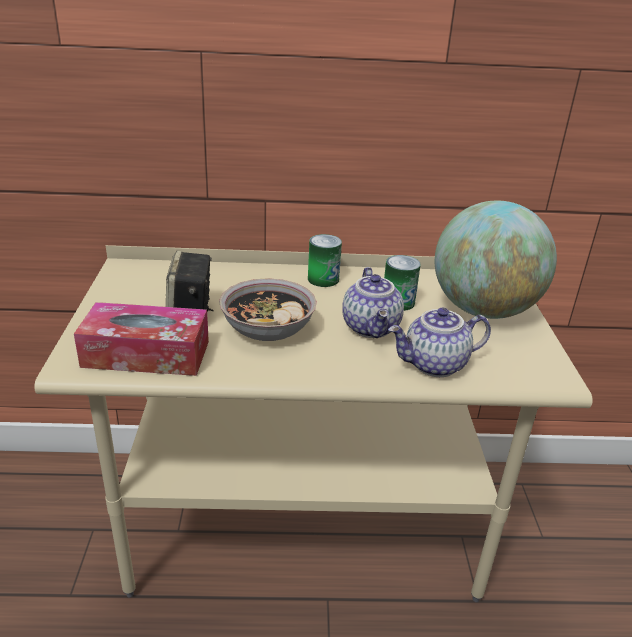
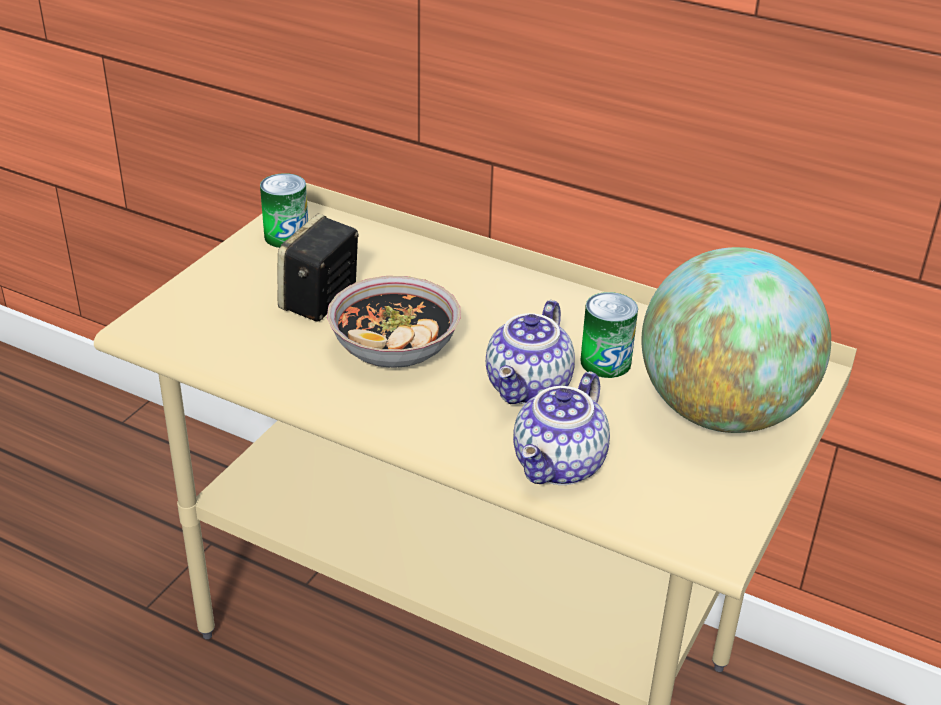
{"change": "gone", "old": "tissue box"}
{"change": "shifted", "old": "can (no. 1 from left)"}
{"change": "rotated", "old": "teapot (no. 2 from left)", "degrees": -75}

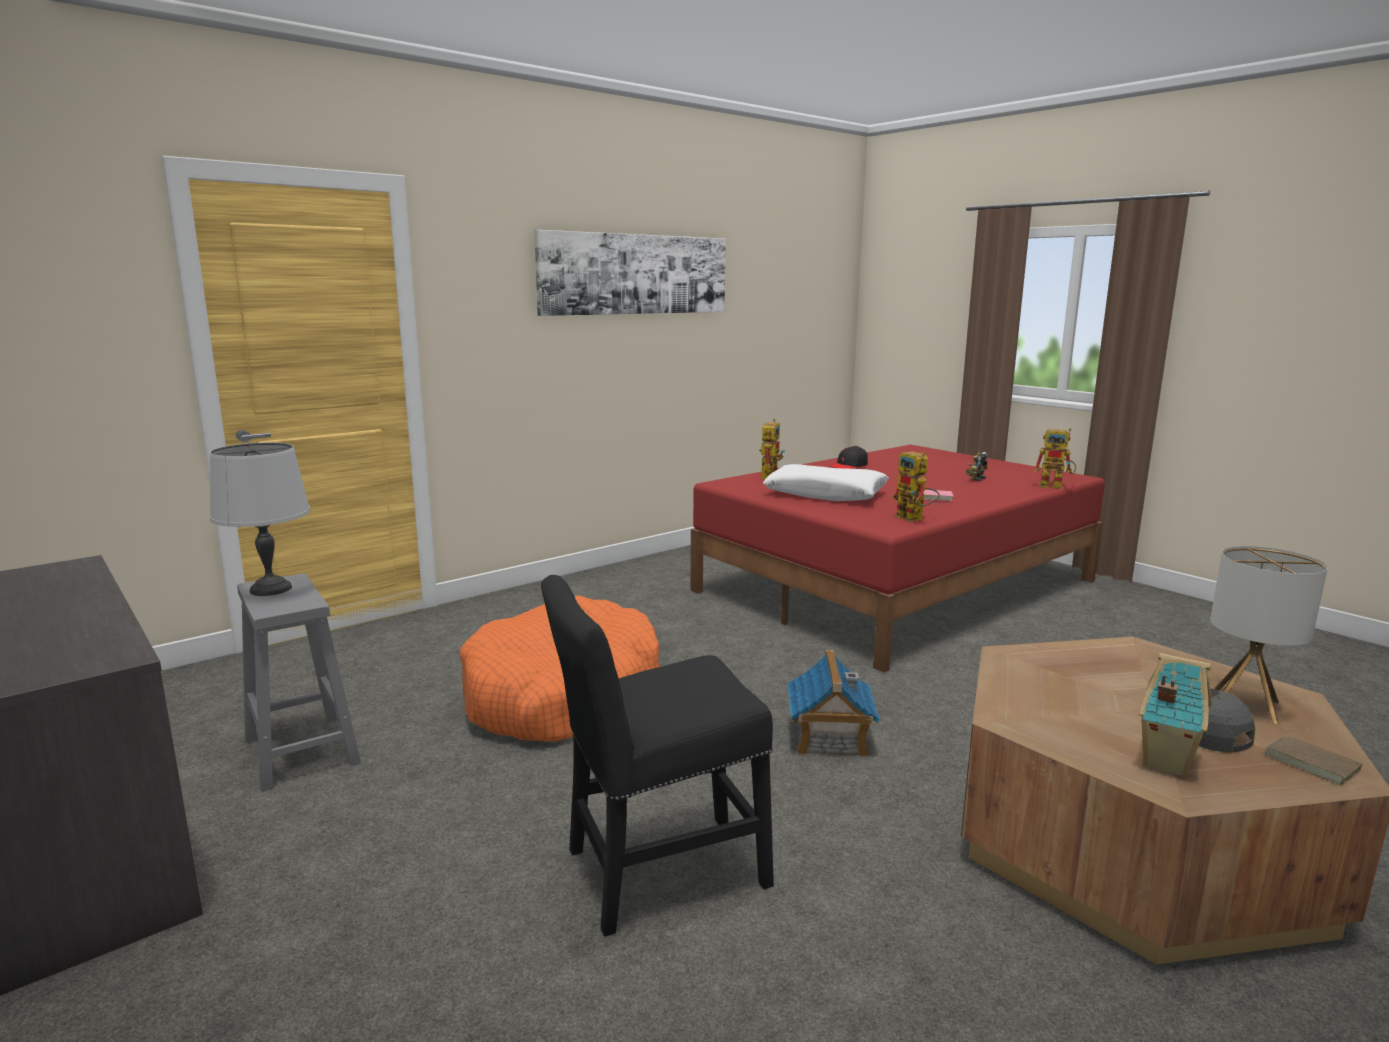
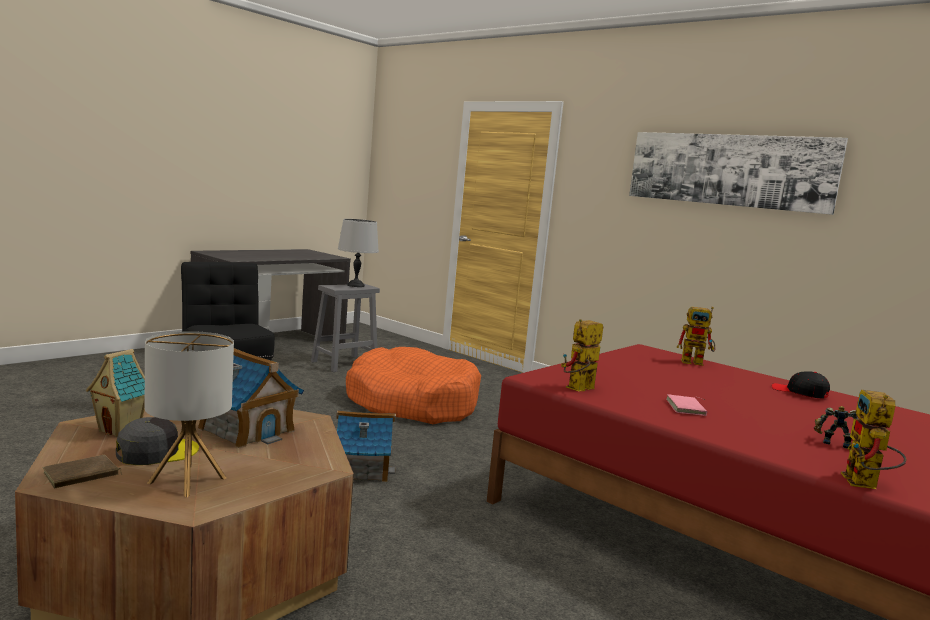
{"change": "gone", "old": "pillow (white)"}
{"change": "new", "new": "toy house (no. 2 from left)"}

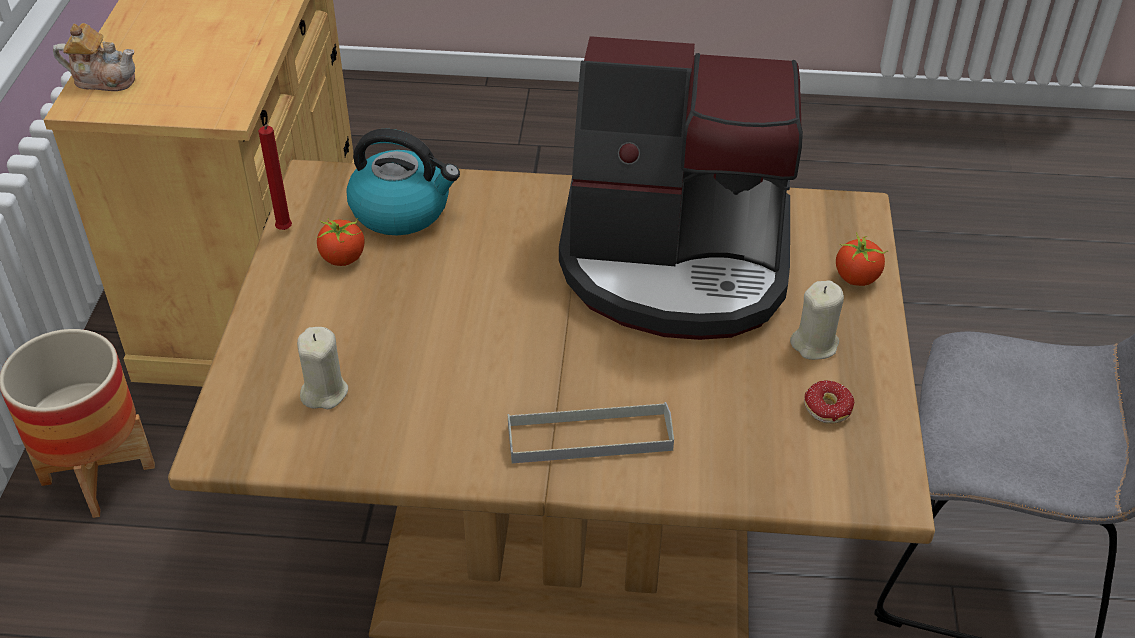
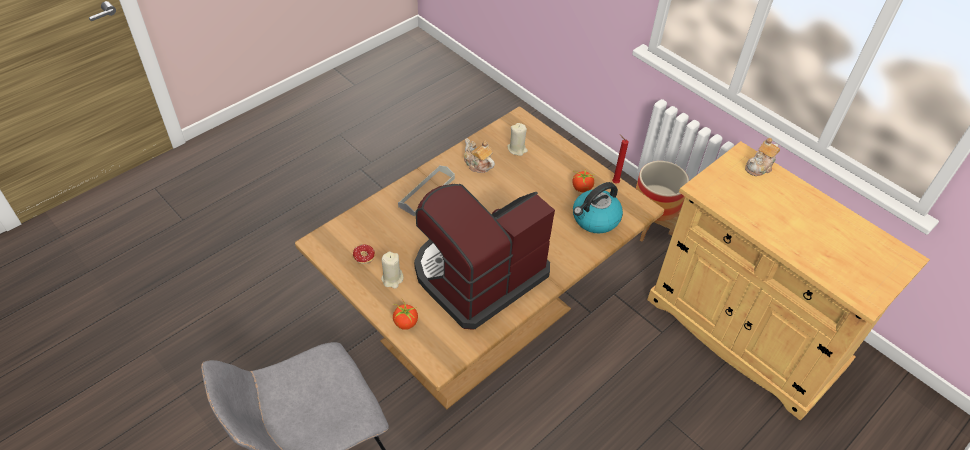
{"change": "new", "new": "teapot (no. 1 from left)"}

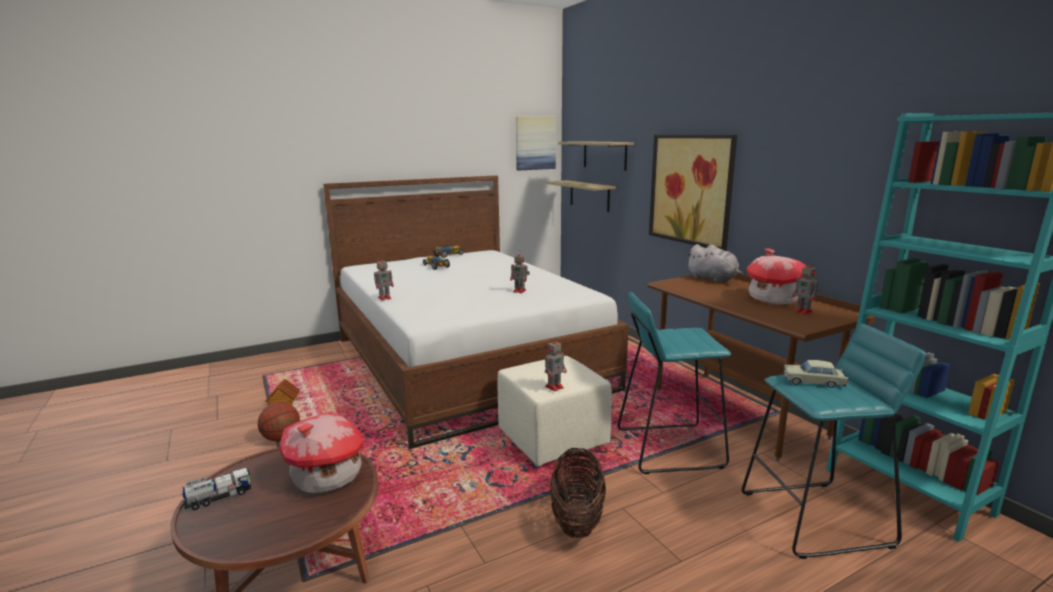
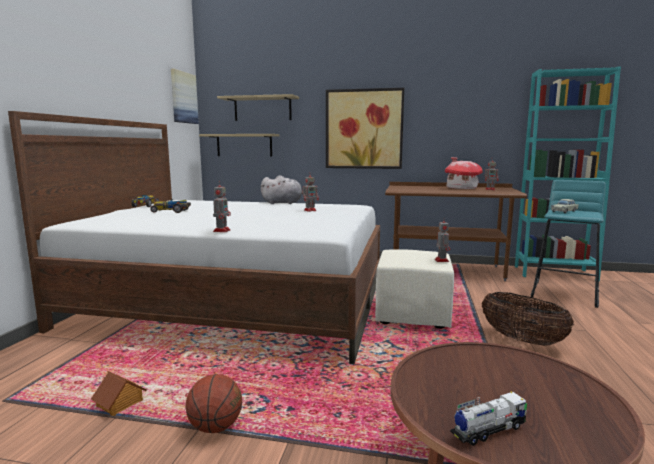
{"change": "rotated", "old": "toy truck", "degrees": 60}
{"change": "gone", "old": "toy house (no. 2 from left)"}
{"change": "gone", "old": "stool (turquoise) (no. 1 from left)"}
{"change": "shifted", "old": "plush toy (grey)"}

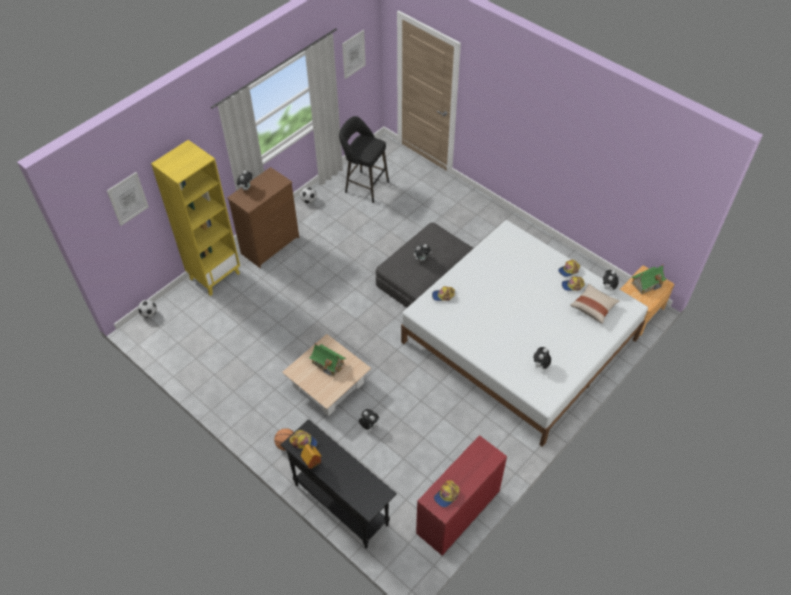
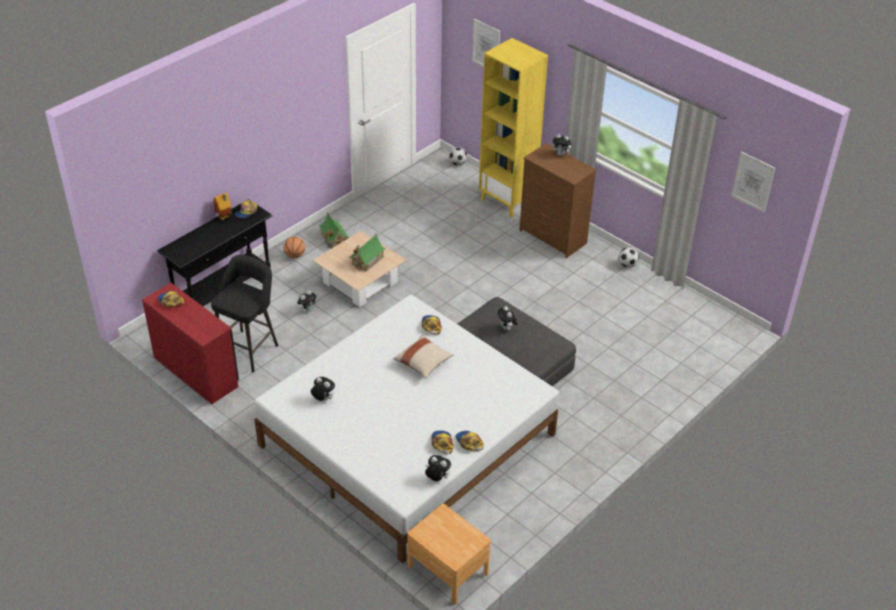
{"change": "shifted", "old": "stool (black)"}
{"change": "shifted", "old": "pillow (beige)"}
{"change": "shifted", "old": "toy house (no. 3 from left in the first image)", "new": "toy house (no. 2 from left)"}

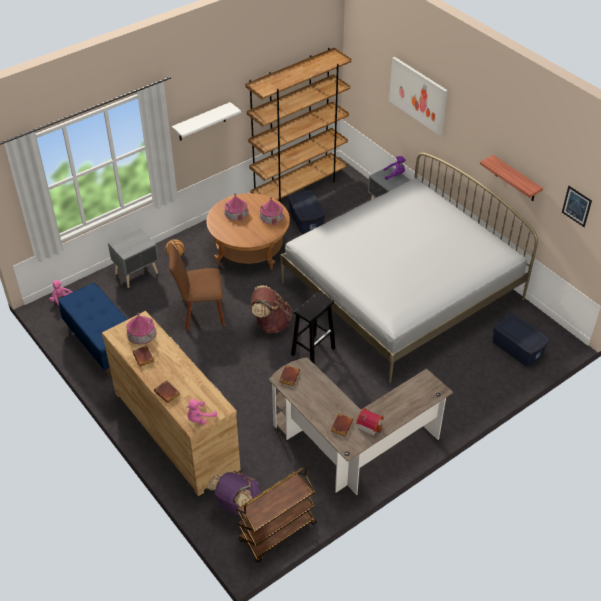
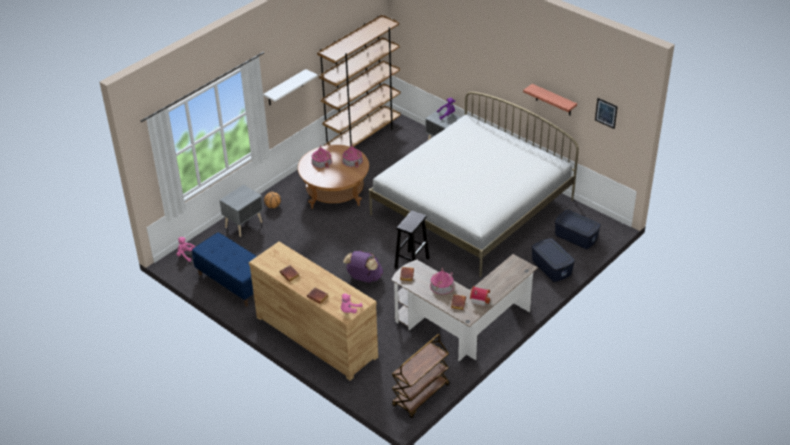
{"change": "shifted", "old": "toy house (no. 1 from left in the first image)", "new": "toy house (no. 3 from left)"}
{"change": "gone", "old": "chair (brown)"}
{"change": "shifted", "old": "backpack (purple)"}
{"change": "gone", "old": "backpack (brown)"}
{"change": "shifted", "old": "storage box (blue) (no. 1 from left)"}
{"change": "gone", "old": "picture (no. 1 from left)"}

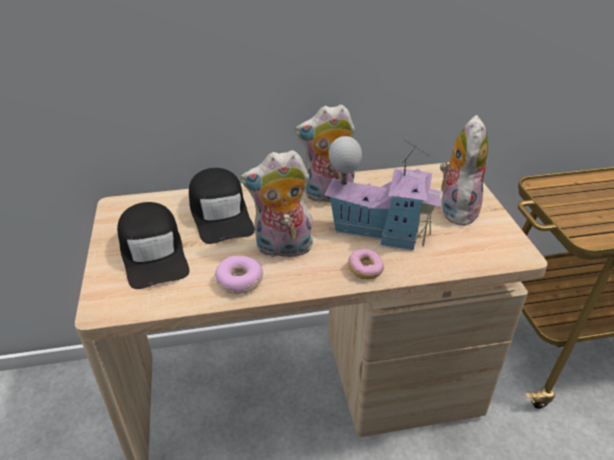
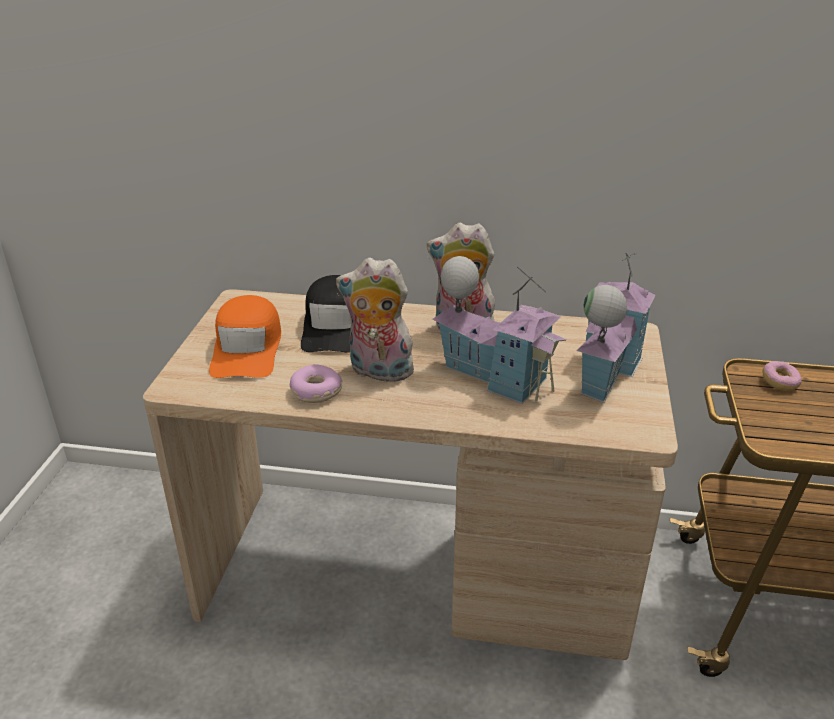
{"change": "repainted", "old": "cap (black) (no. 1 from left)", "new": "cap (orange)"}
{"change": "shifted", "old": "donut (no. 2 from left)"}
{"change": "swapped", "old": "plush toy (no. 3 from left)", "new": "toy house (no. 2 from left)"}

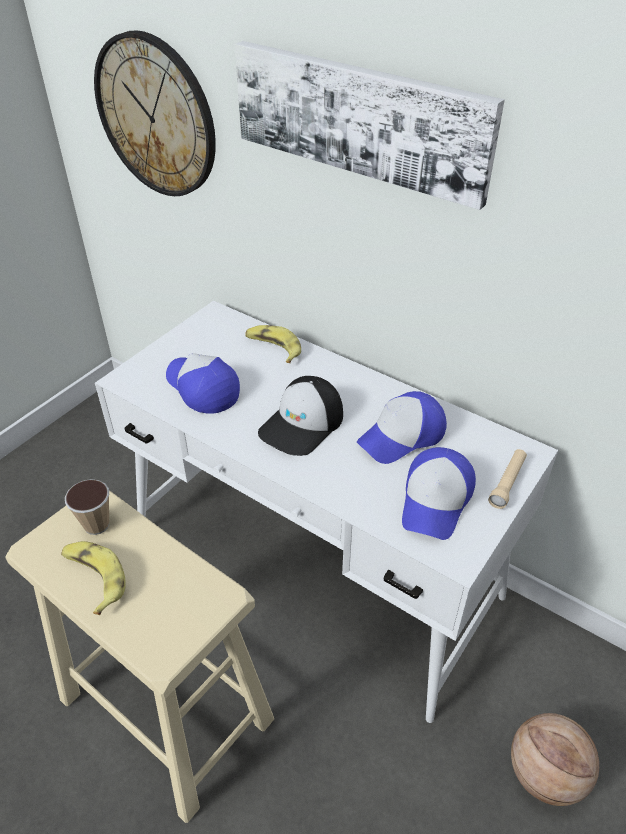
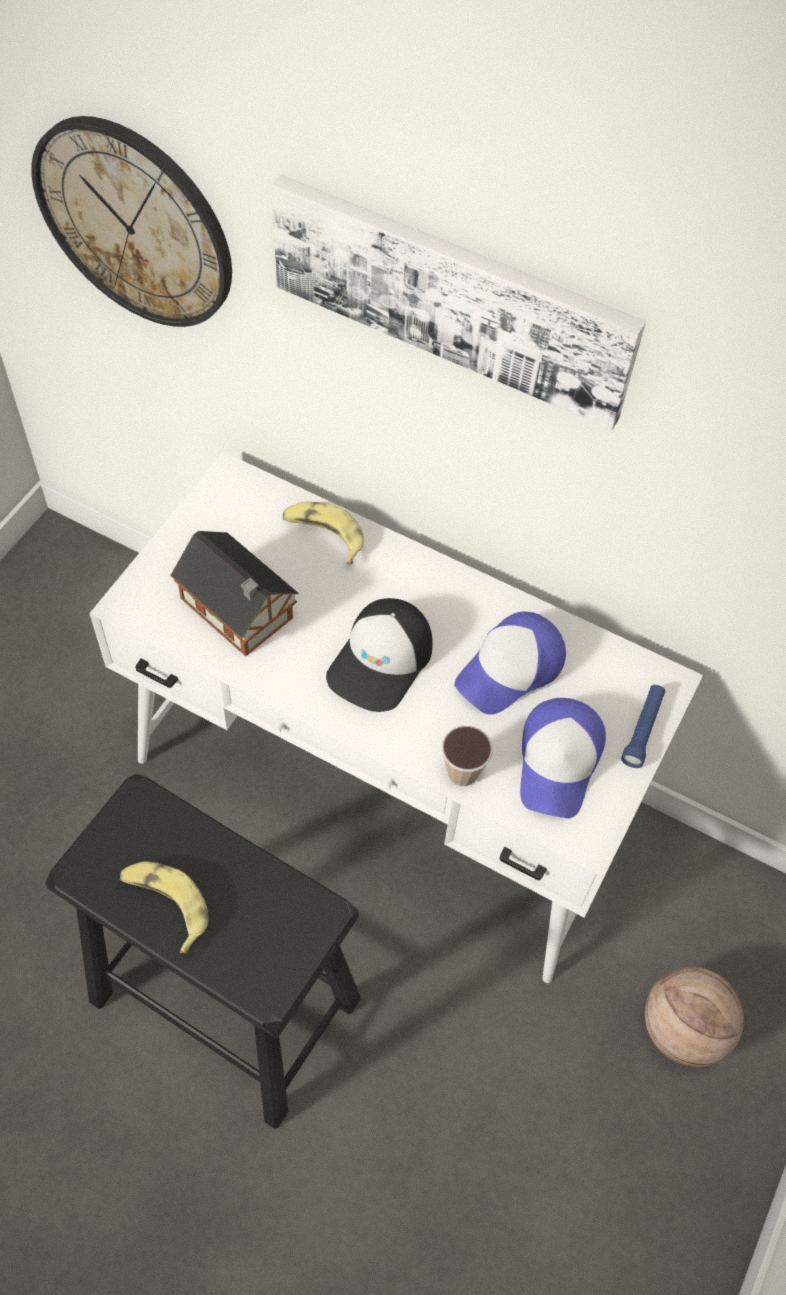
{"change": "repainted", "old": "stool (beige)", "new": "stool (black)"}
{"change": "shifted", "old": "cup"}
{"change": "swapped", "old": "cap (no. 1 from left)", "new": "toy house"}
{"change": "repainted", "old": "flashlight (beige)", "new": "flashlight (blue)"}

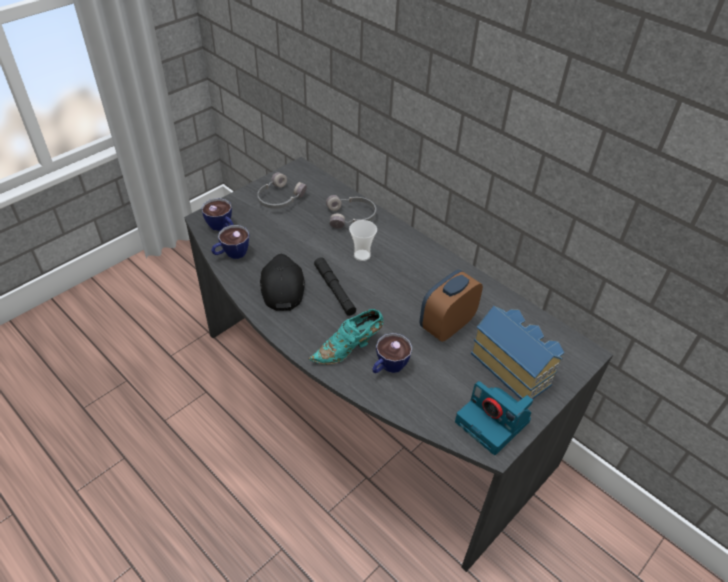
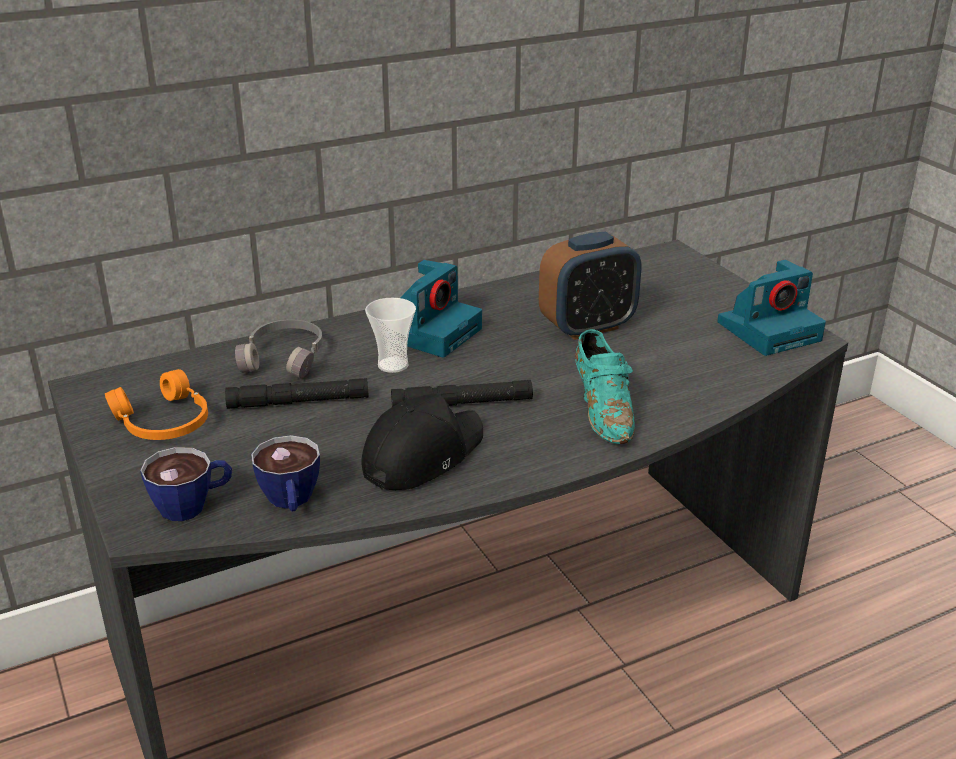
{"change": "repainted", "old": "headphones (grey) (no. 1 from left)", "new": "headphones (orange)"}
{"change": "rotated", "old": "cap (black)", "degrees": 120}
{"change": "gone", "old": "cup (no. 4 from left)"}
{"change": "rotated", "old": "alarm clock", "degrees": -90}
{"change": "gone", "old": "toy house"}
{"change": "new", "new": "flashlight (black) (no. 1 from left)"}
{"change": "new", "new": "photo camera (no. 1 from left)"}

